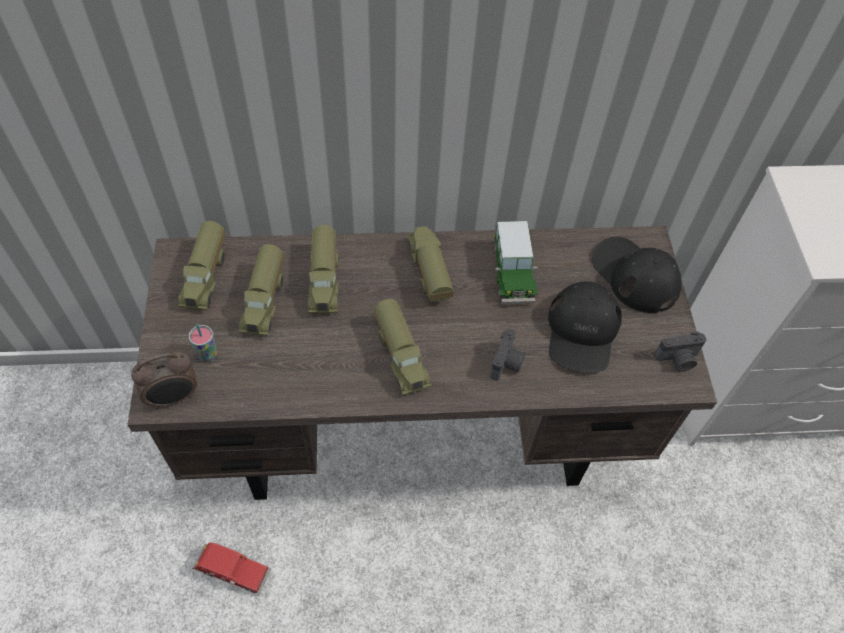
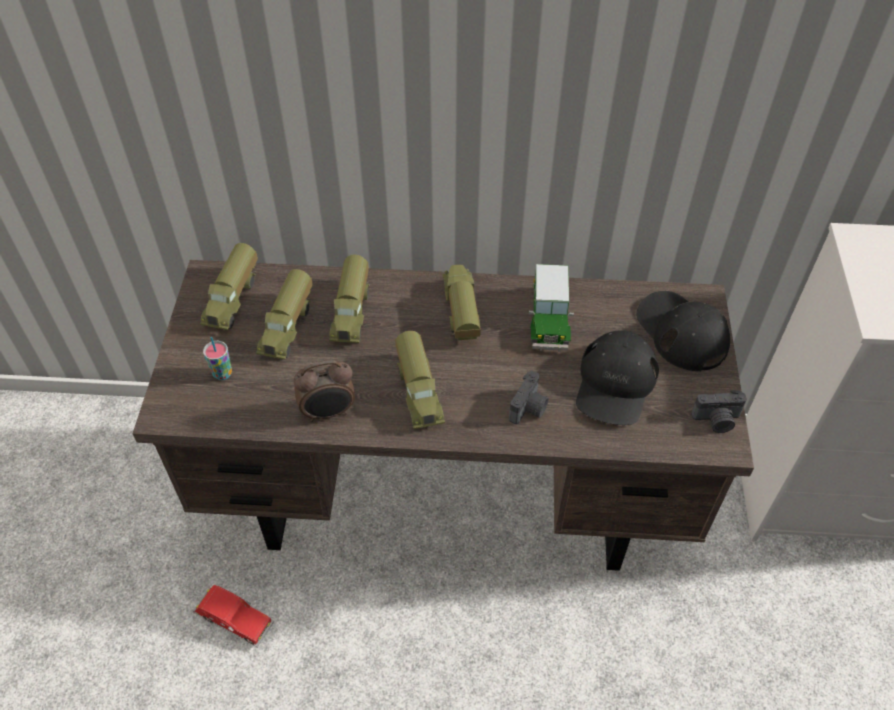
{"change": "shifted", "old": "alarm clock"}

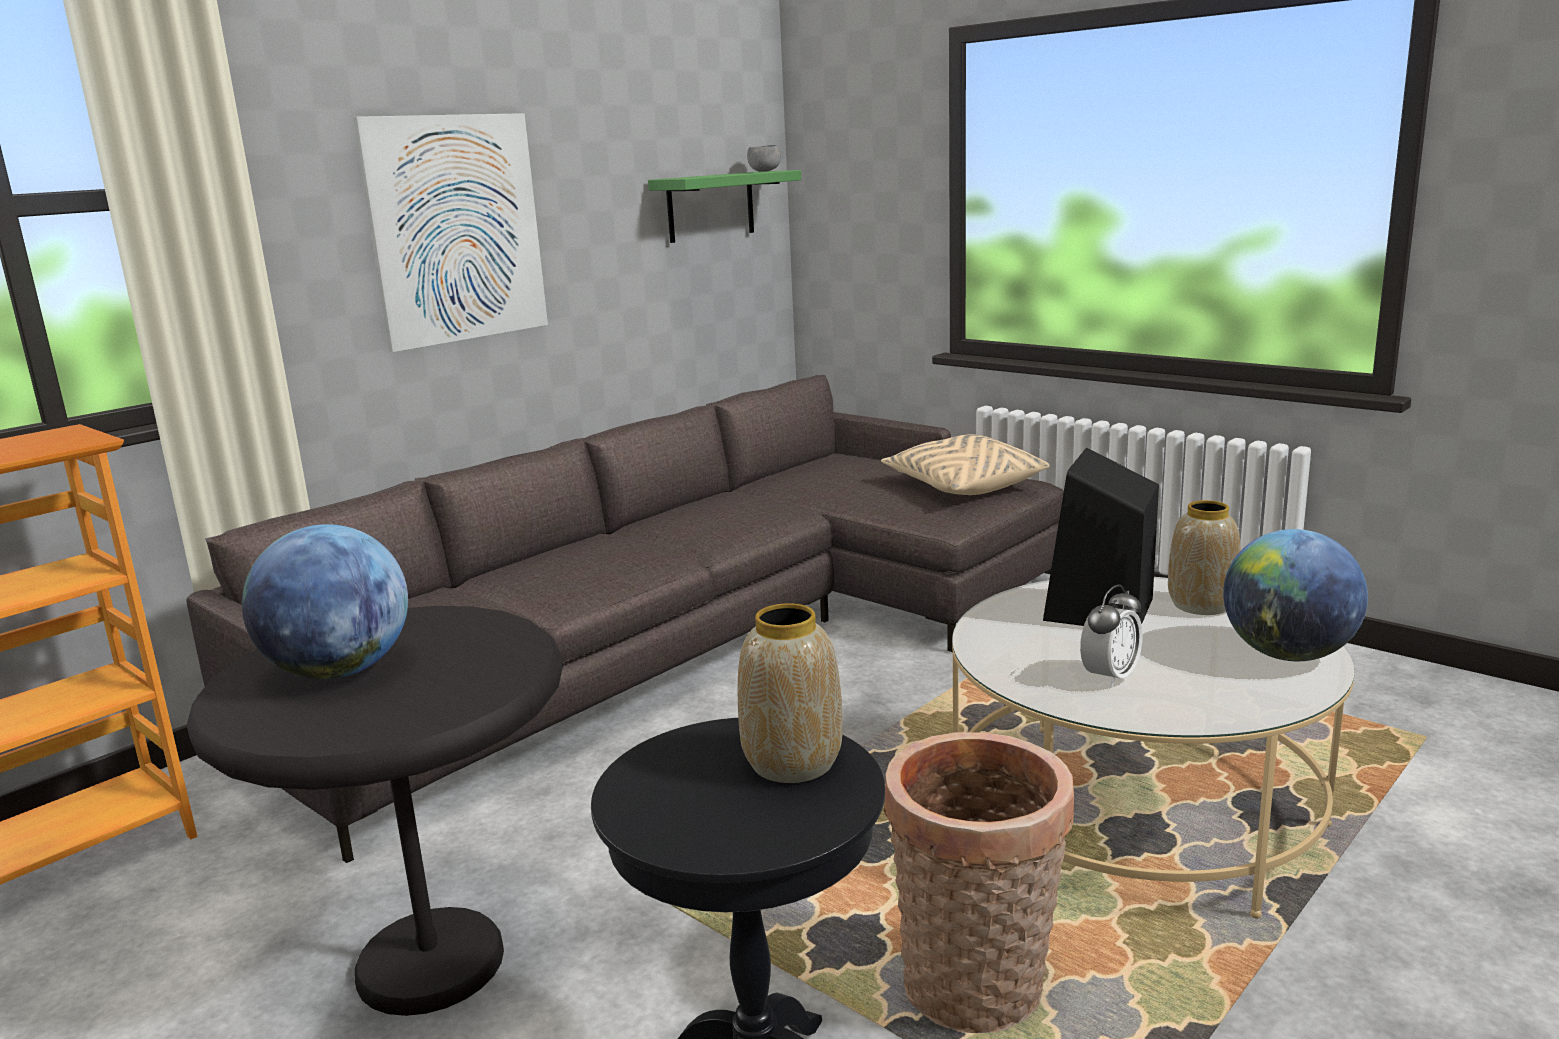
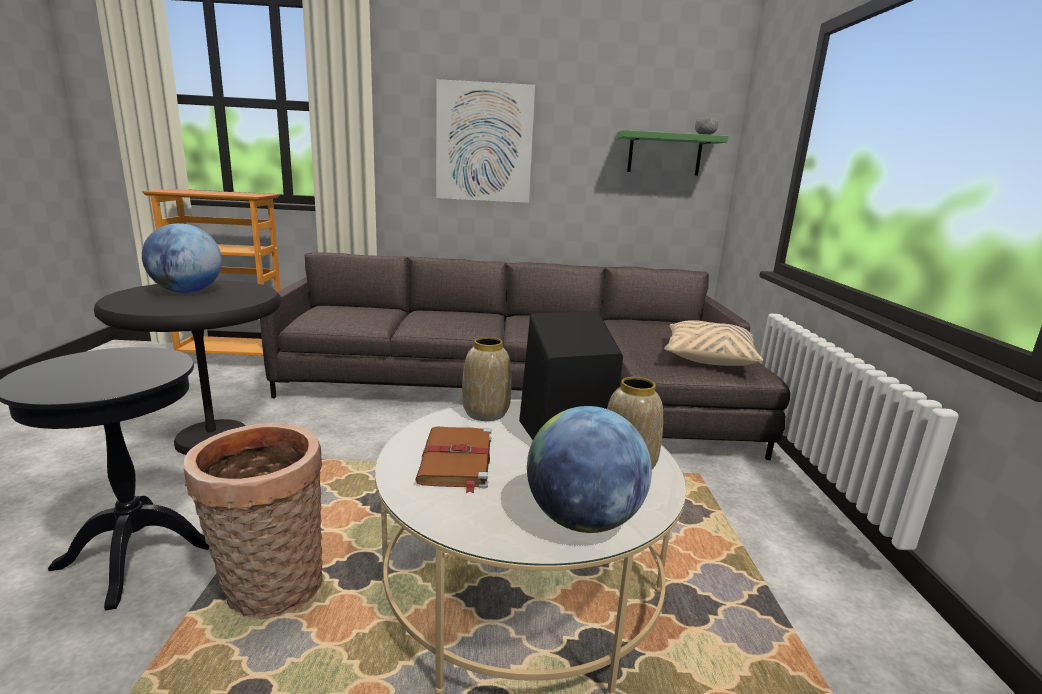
{"change": "shifted", "old": "vase (no. 1 from left)"}
{"change": "swapped", "old": "alarm clock", "new": "book (brown)"}

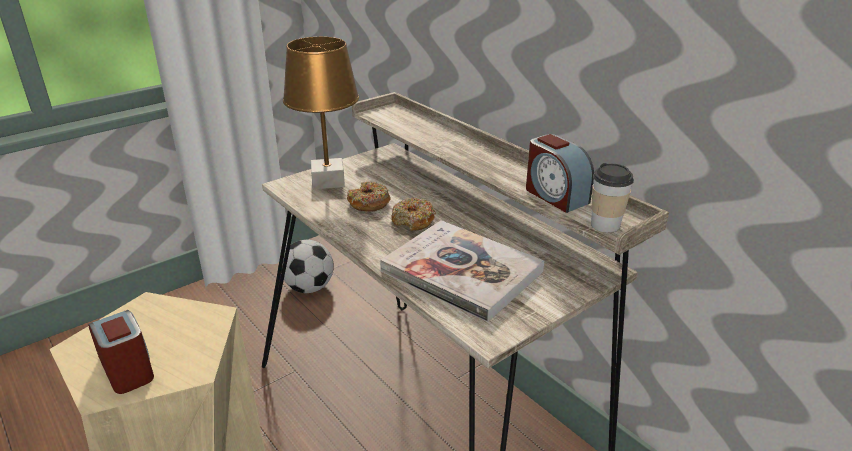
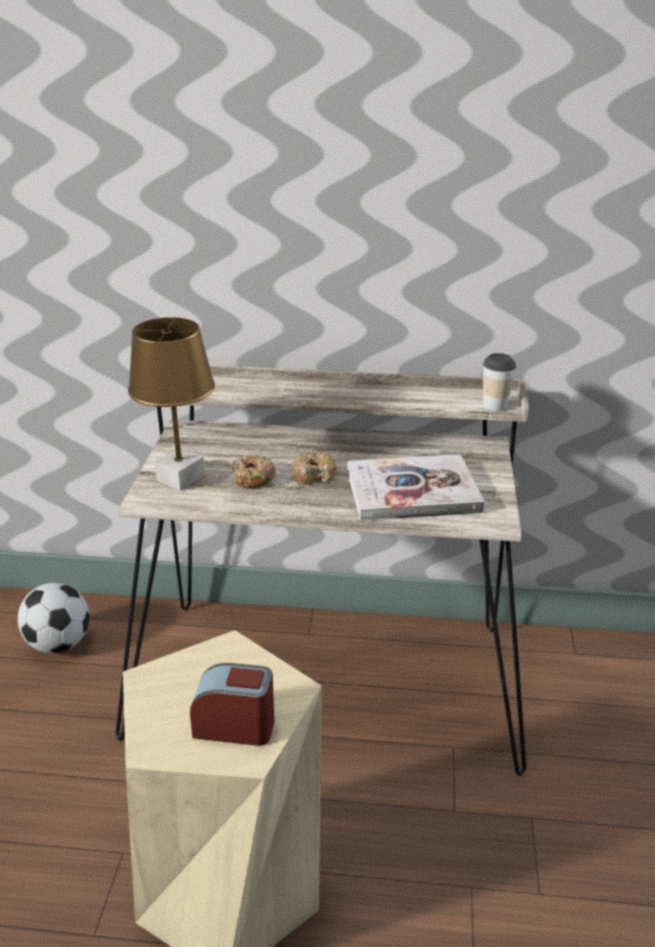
{"change": "gone", "old": "alarm clock (no. 2 from left)"}

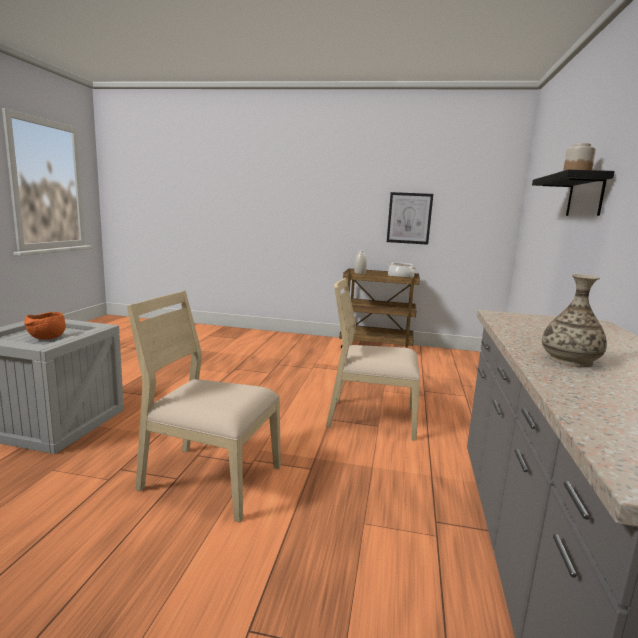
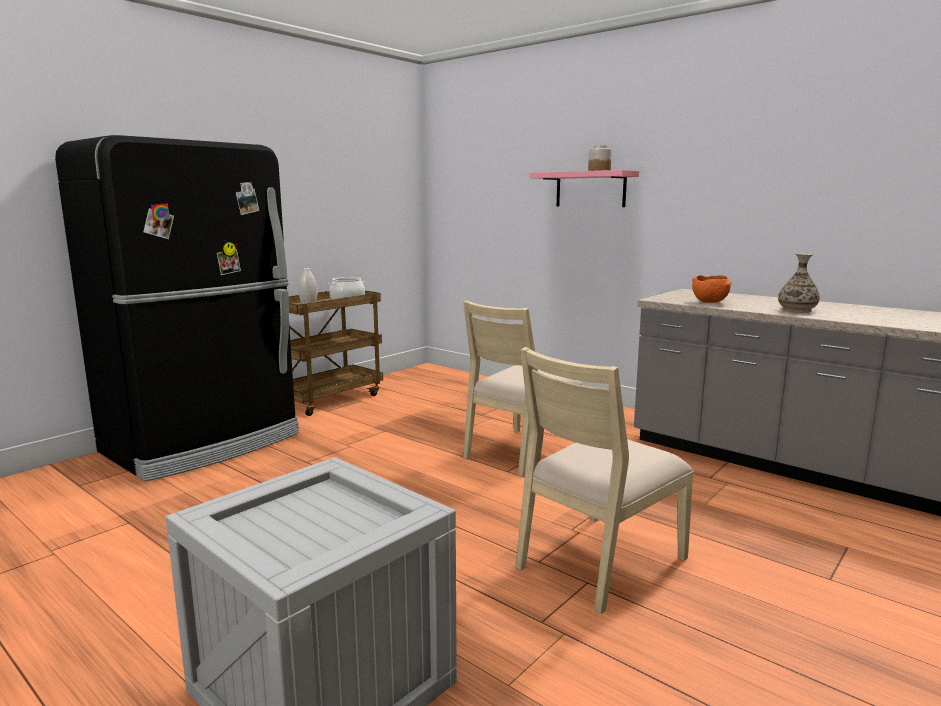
{"change": "shifted", "old": "bowl (orange)"}
{"change": "gone", "old": "picture"}
{"change": "repainted", "old": "shelf (black)", "new": "shelf (pink)"}
{"change": "new", "new": "fridge (black)"}

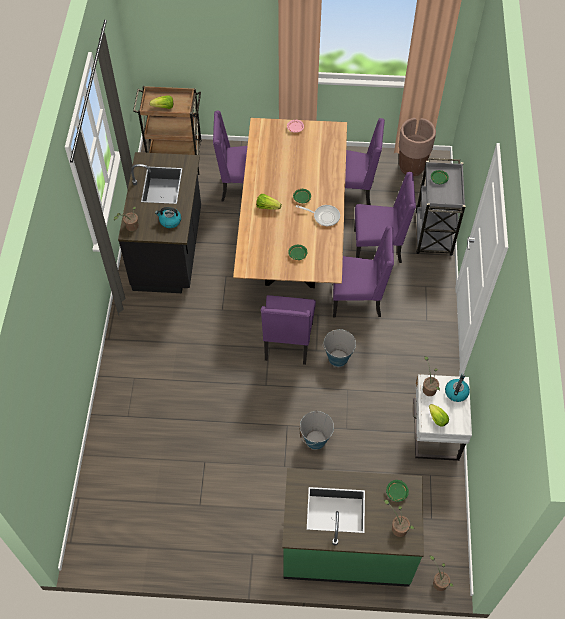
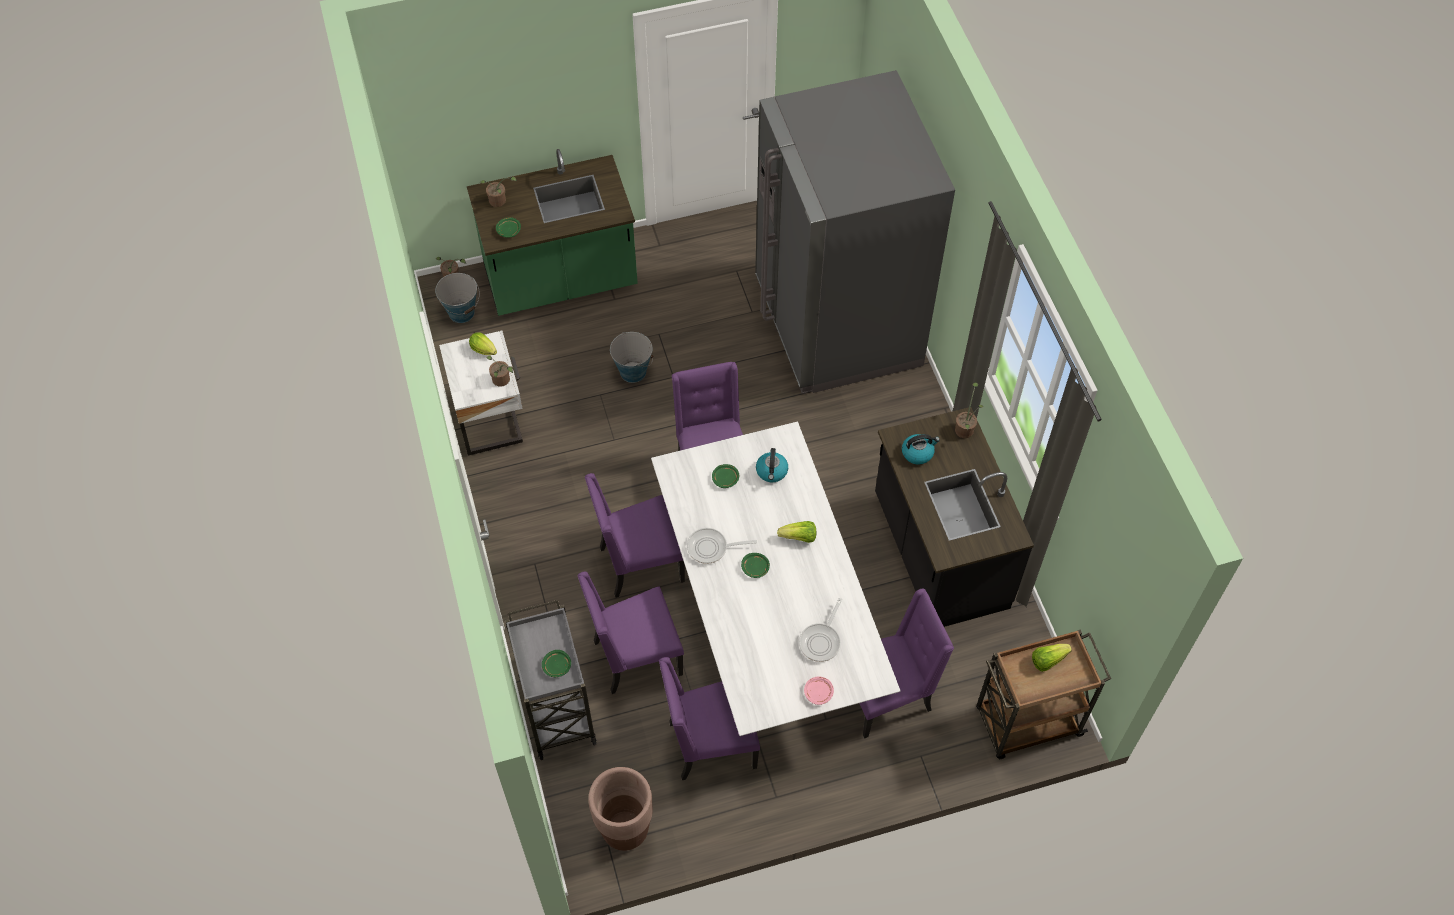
{"change": "repainted", "old": "dining table (brown)", "new": "dining table (white)"}
{"change": "shifted", "old": "bucket (no. 2 from left in the first image)", "new": "bucket (no. 1 from left)"}
{"change": "shifted", "old": "kettle (no. 2 from left in the first image)", "new": "kettle (no. 1 from left)"}
{"change": "new", "new": "fridge (grey)"}
{"change": "new", "new": "frying pan (no. 2 from left)"}

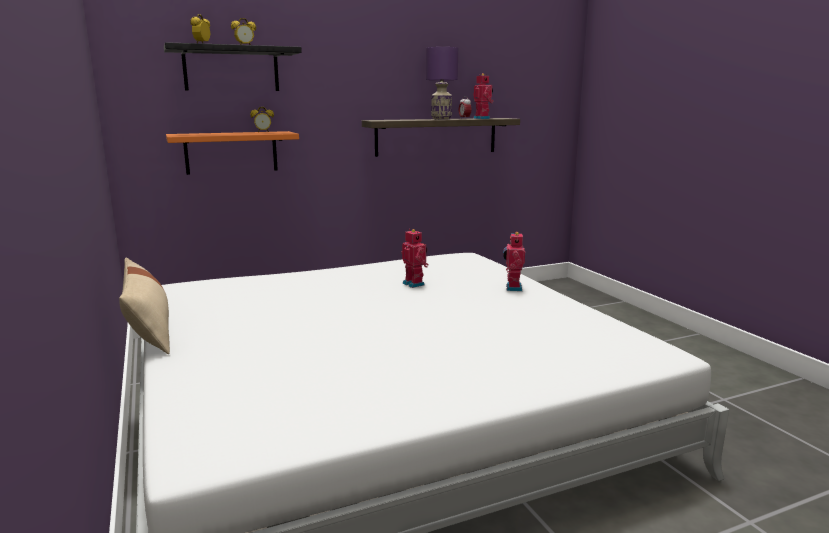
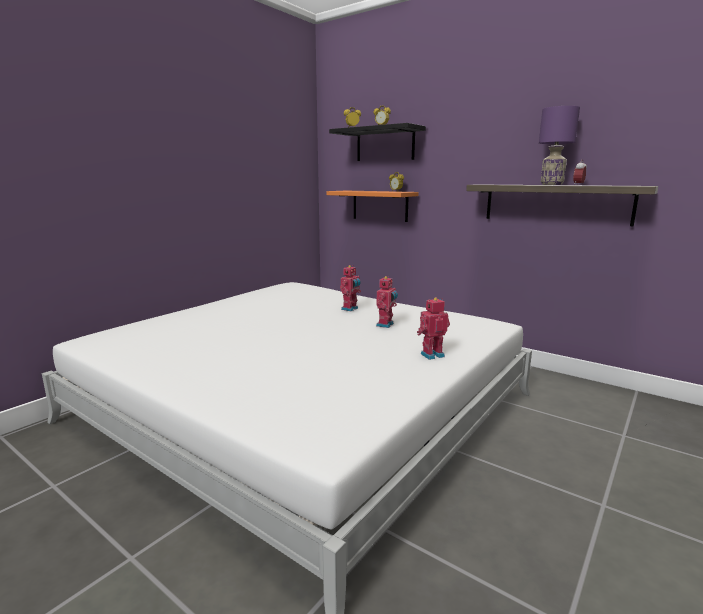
{"change": "gone", "old": "pillow (beige)"}
{"change": "shifted", "old": "toy robot (no. 2 from left in the first image)", "new": "toy robot (no. 1 from left)"}

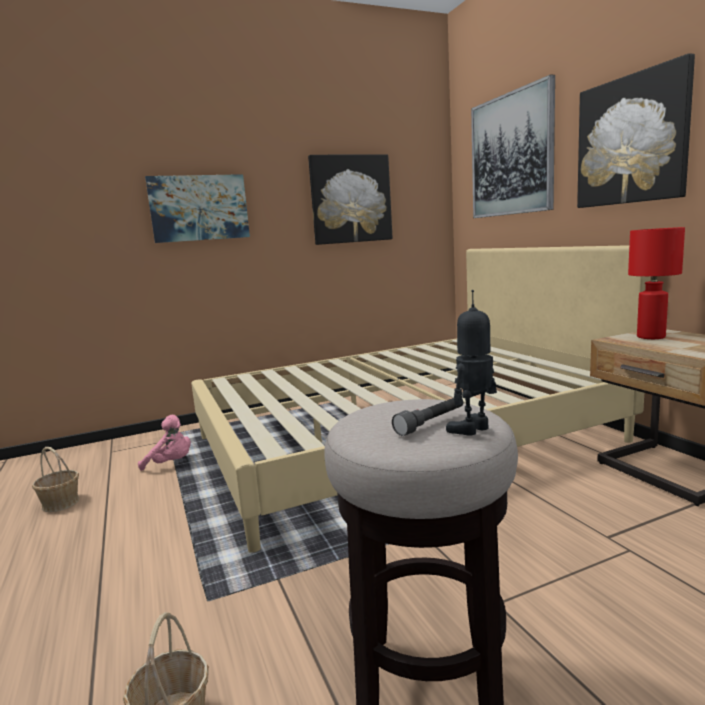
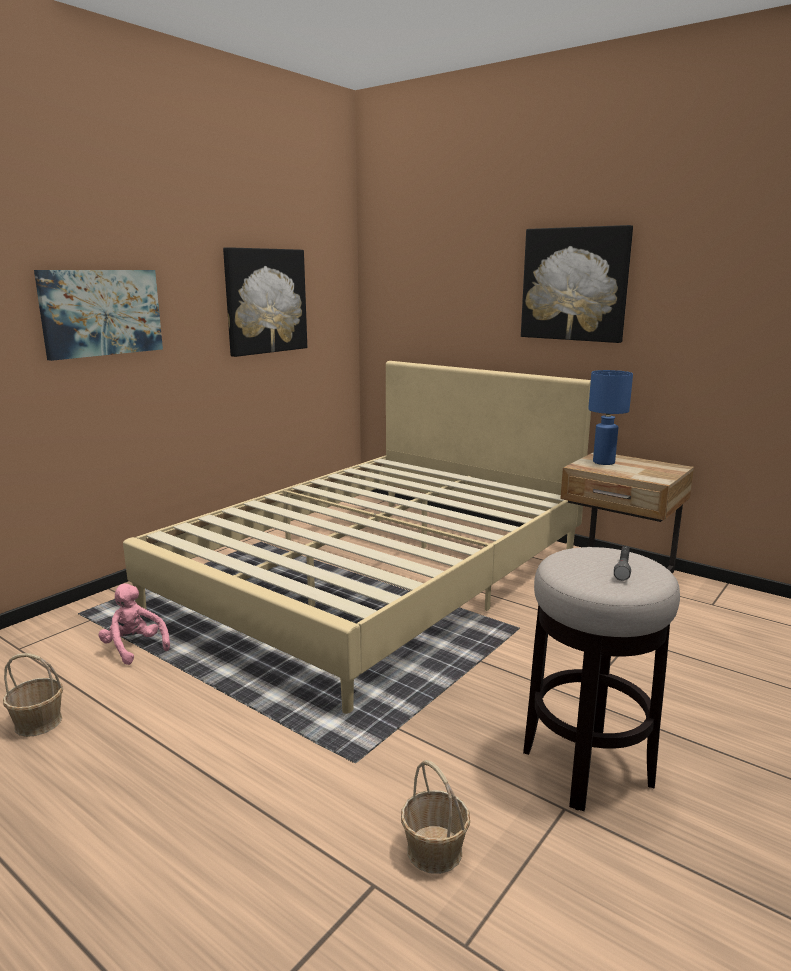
{"change": "rotated", "old": "plush toy (pink)", "degrees": -120}
{"change": "gone", "old": "toy robot"}
{"change": "gone", "old": "picture (no. 3 from left)"}
{"change": "repainted", "old": "table lamp (red)", "new": "table lamp (blue)"}

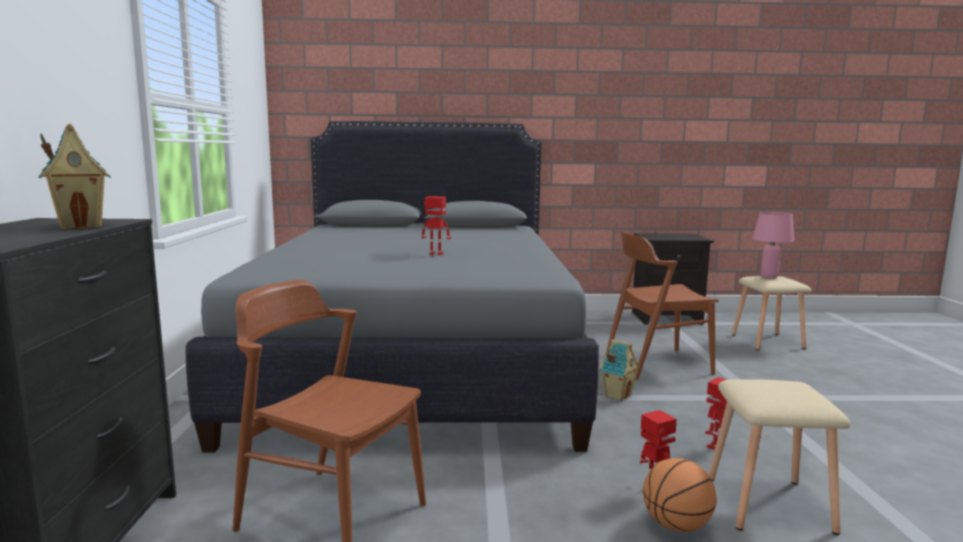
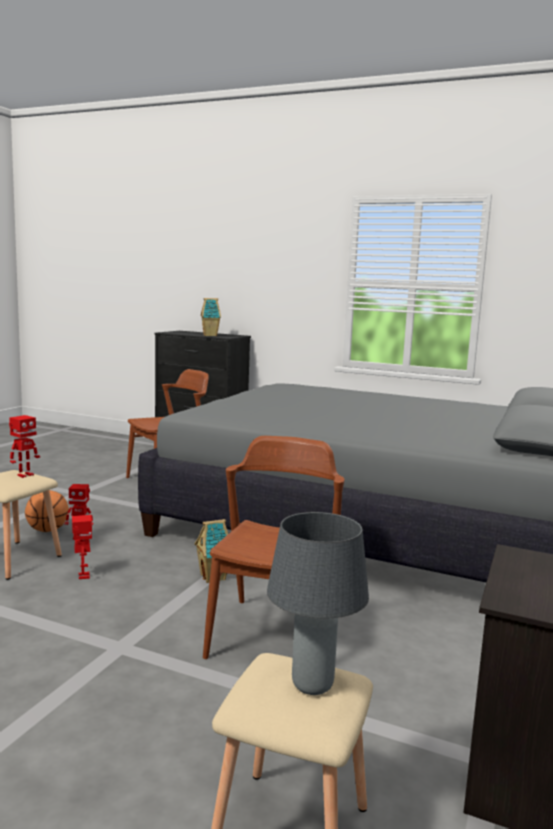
{"change": "shifted", "old": "toy robot (no. 1 from left)"}
{"change": "repainted", "old": "table lamp (pink)", "new": "table lamp (grey)"}

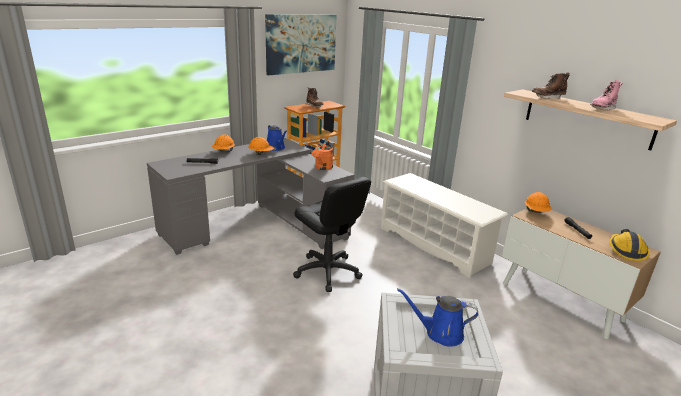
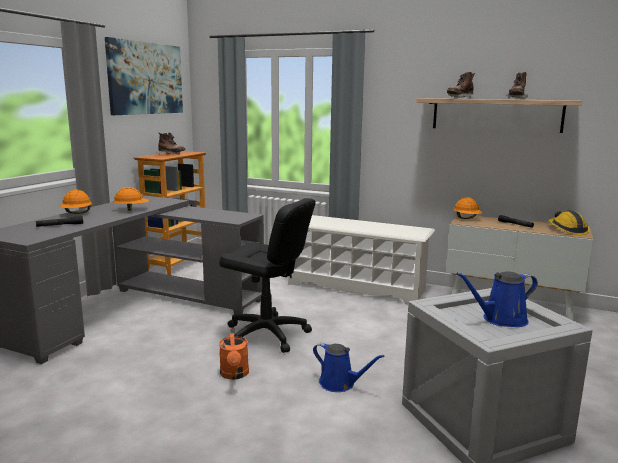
{"change": "shifted", "old": "watering can (blue) (no. 1 from left)"}
{"change": "shifted", "old": "watering can (orange)"}
{"change": "repainted", "old": "boot (pink)", "new": "boot (brown) (no. 3 from left)"}

